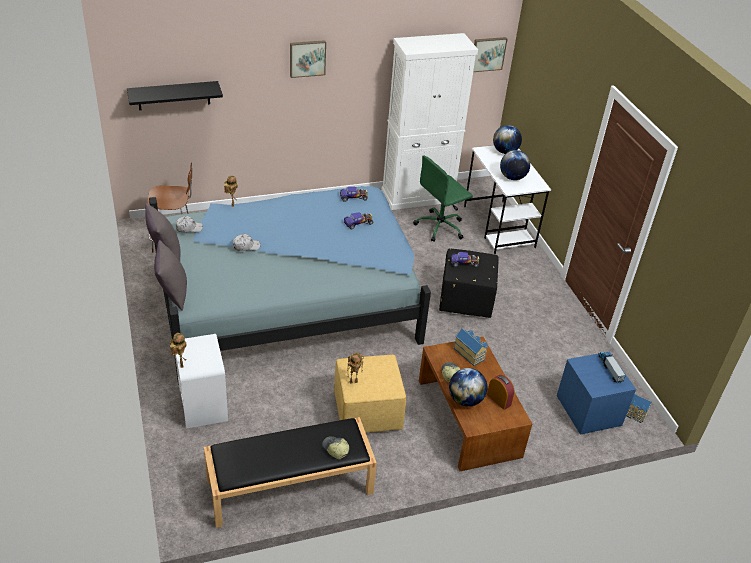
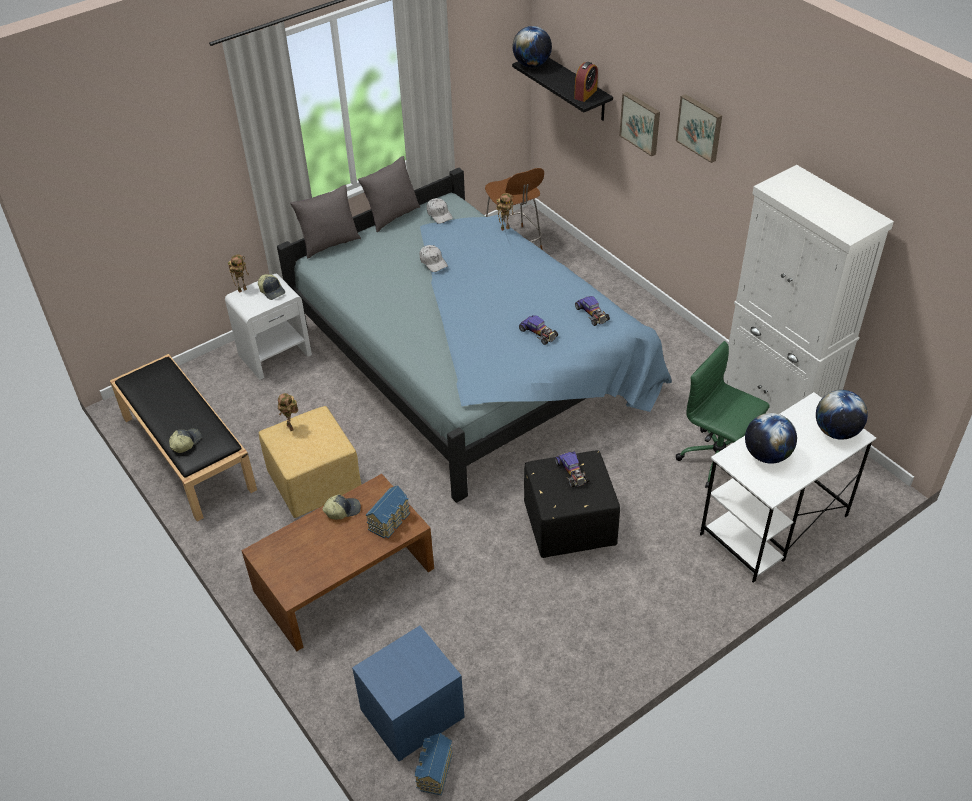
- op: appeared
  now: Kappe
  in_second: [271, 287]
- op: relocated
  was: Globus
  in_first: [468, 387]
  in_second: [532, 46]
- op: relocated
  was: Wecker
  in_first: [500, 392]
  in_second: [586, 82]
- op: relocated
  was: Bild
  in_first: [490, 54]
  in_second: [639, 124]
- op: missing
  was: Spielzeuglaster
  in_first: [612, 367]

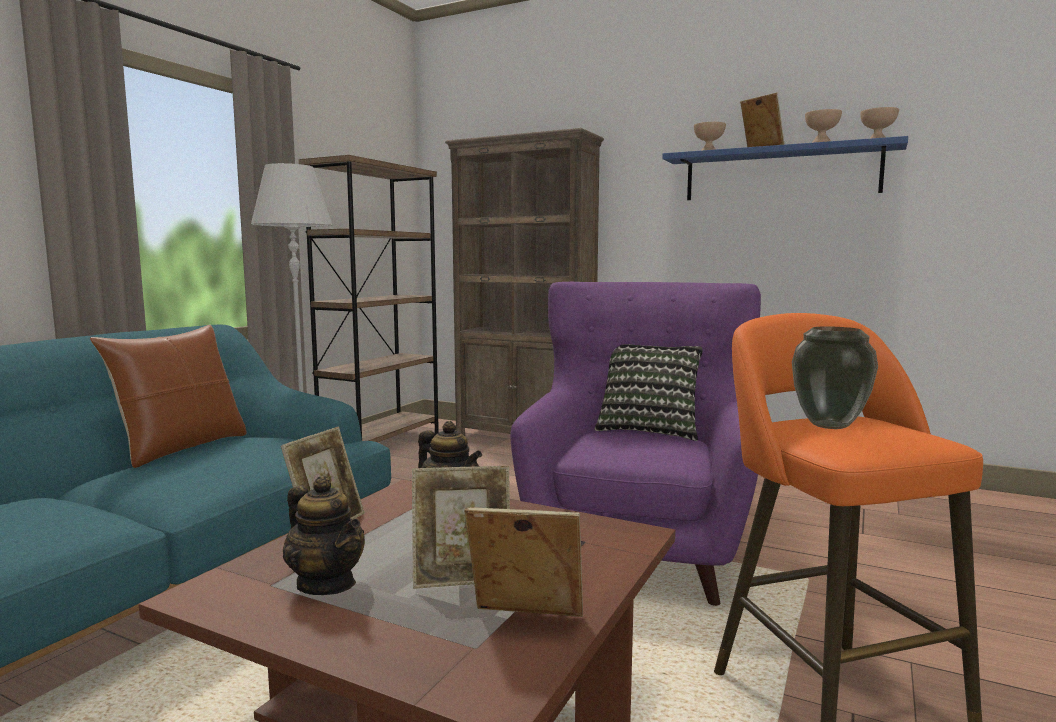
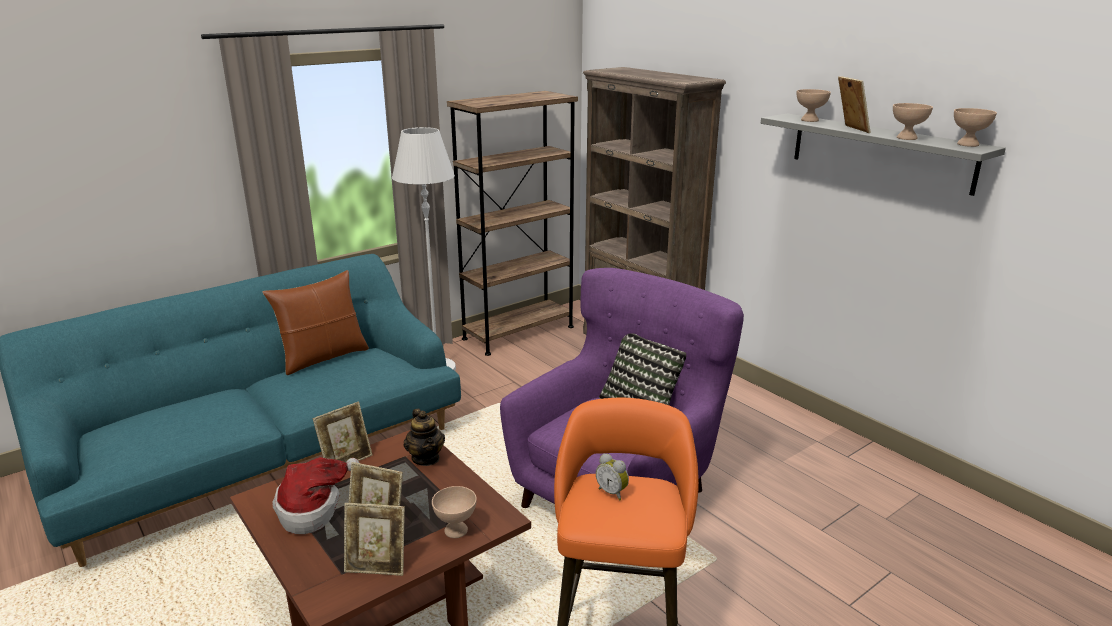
- op: exchanged
  was: Teekanne
  now: Hut
  in_first: [324, 535]
  in_second: [315, 495]
- op: spun
  was: Bilderrahmen
  in_first: [523, 562]
  in_second: [374, 539]
  clockwise: 150
- op: appeared
  now: Schüssel/beige
  in_second: [454, 512]
- op: exchanged
  was: Vase
  now: Wecker
  in_first: [835, 378]
  in_second: [612, 477]
- op: colour
  was: Wandregal/blau
  now: Wandregal/grau
  in_first: [785, 168]
  in_second: [883, 155]

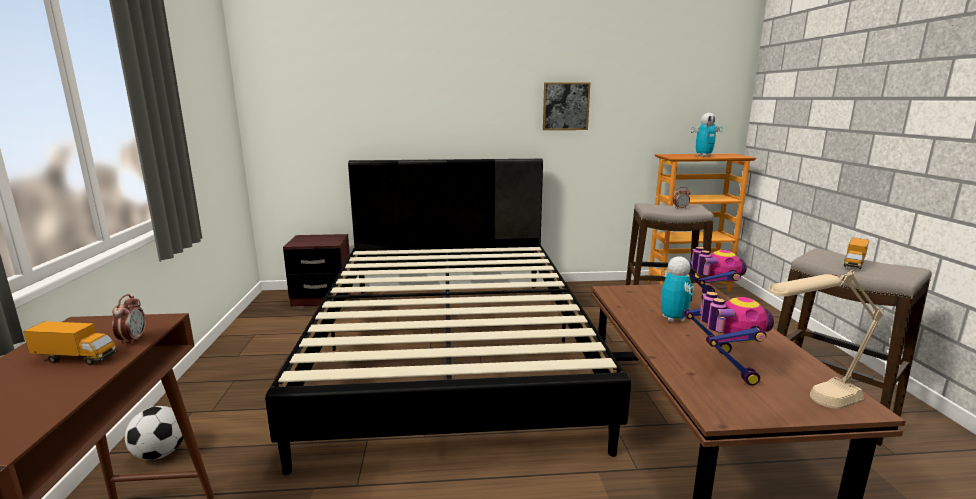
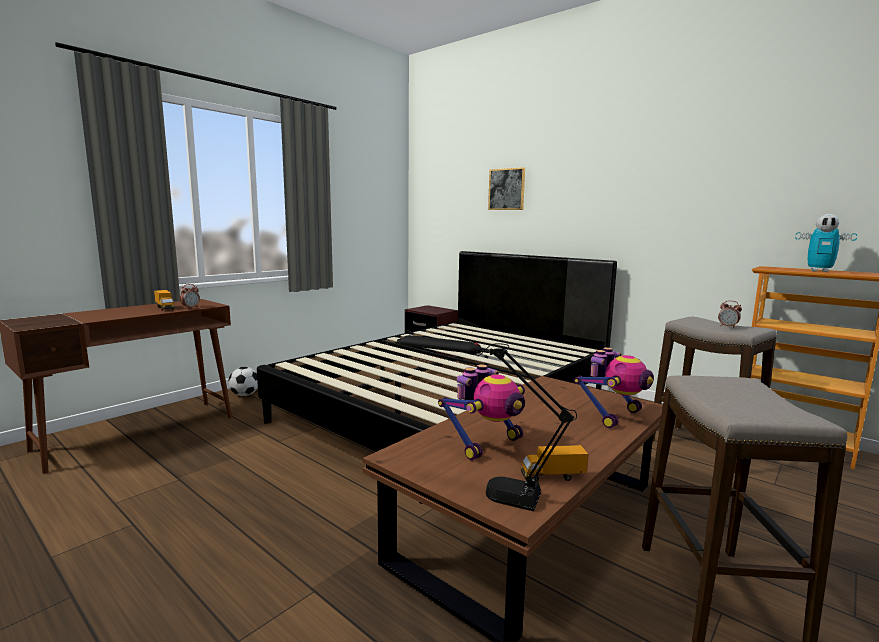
- op: colour
  was: Tischlampe/beige
  now: Tischlampe/schwarz
  in_first: [826, 339]
  in_second: [487, 423]
- op: relocated
  was: Bild
  in_first: [566, 106]
  in_second: [506, 188]
- op: relocated
  was: Spielzeuglaster
  in_first: [856, 253]
  in_second: [554, 463]
- op: missing
  was: Spielzeugroboter
  in_first: [677, 289]

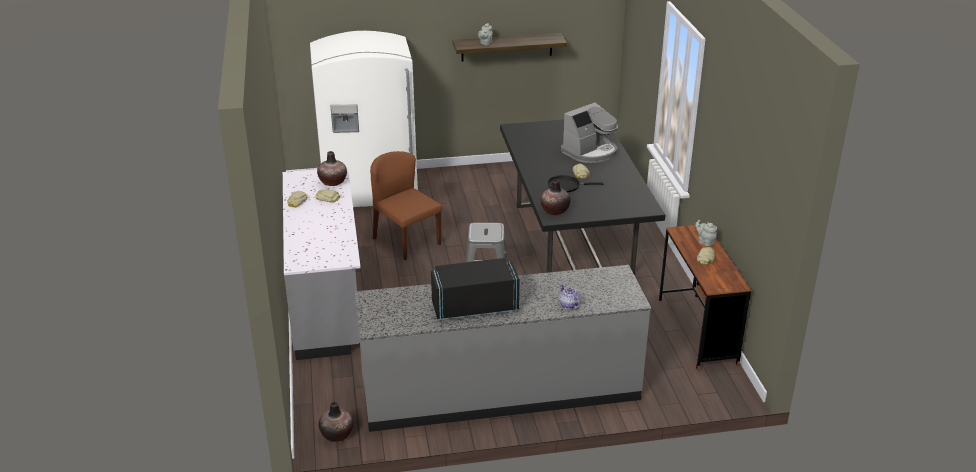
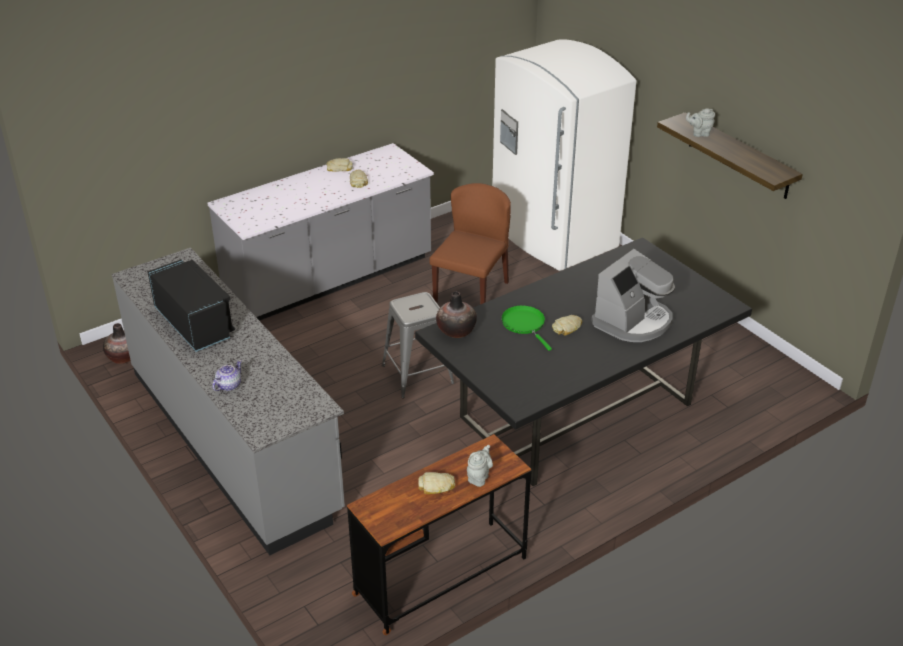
- op: colour
  was: Pfanne/schwarz
  now: Pfanne/grün
  in_first: [575, 183]
  in_second: [526, 328]
- op: spun
  was: Kaffeemaschine
  in_first: [589, 133]
  in_second: [633, 295]
  clockwise: -75
- op: missing
  was: Vase
  in_first: [332, 168]

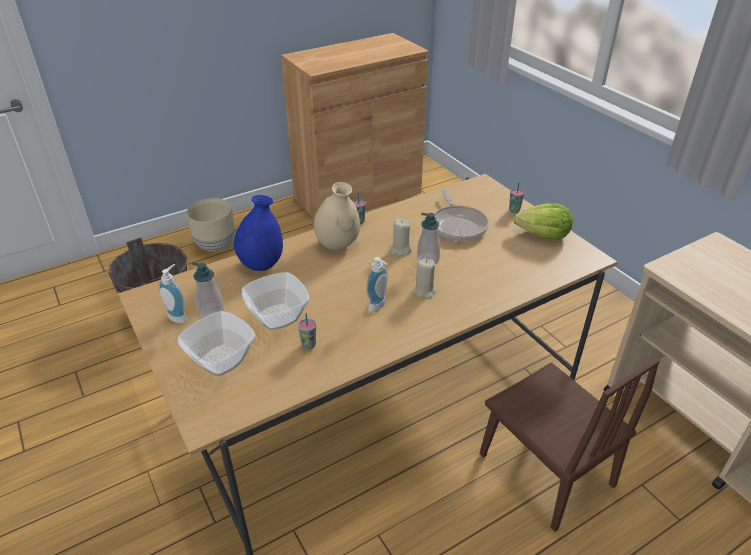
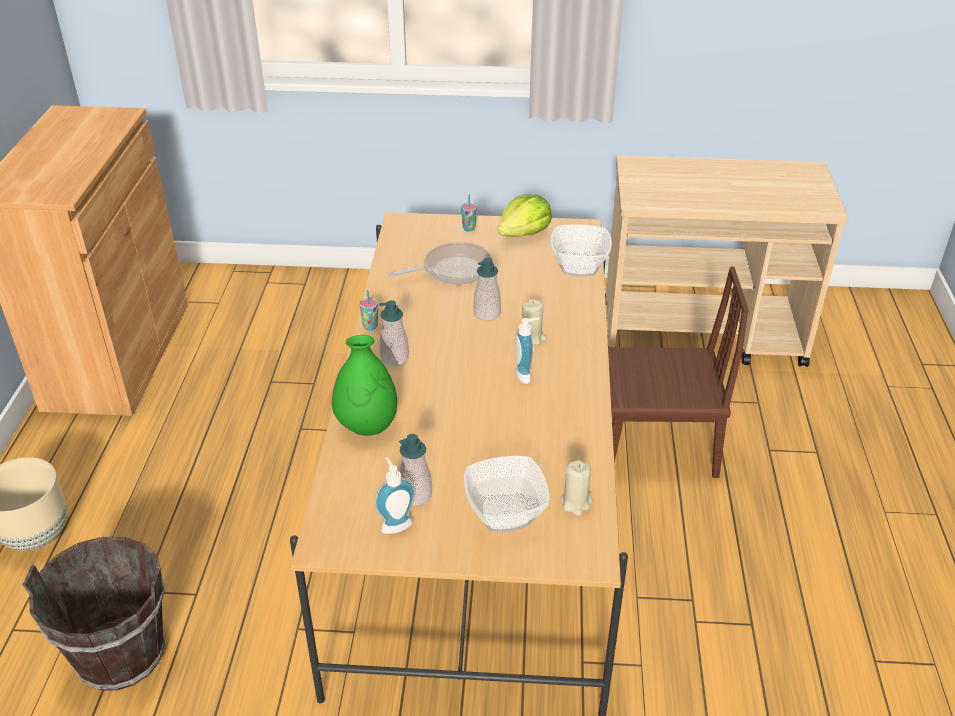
- op: colour
  was: Vase/blau
  now: Vase/grün
  in_first: [258, 233]
  in_second: [364, 385]
- op: exchanged
  was: Vase/beige
  now: Seifenspender
  in_first: [337, 216]
  in_second: [394, 333]
- op: spun
  was: Pfanne
  in_first: [461, 215]
  in_second: [440, 263]
  clockwise: -45
- op: relocated
  was: Schüssel
  in_first: [275, 301]
  in_second: [581, 250]
- op: relocated
  was: Kerze/beige
  in_first: [401, 237]
  in_second: [576, 488]
- op: missing
  was: Tasse
  in_first: [307, 331]

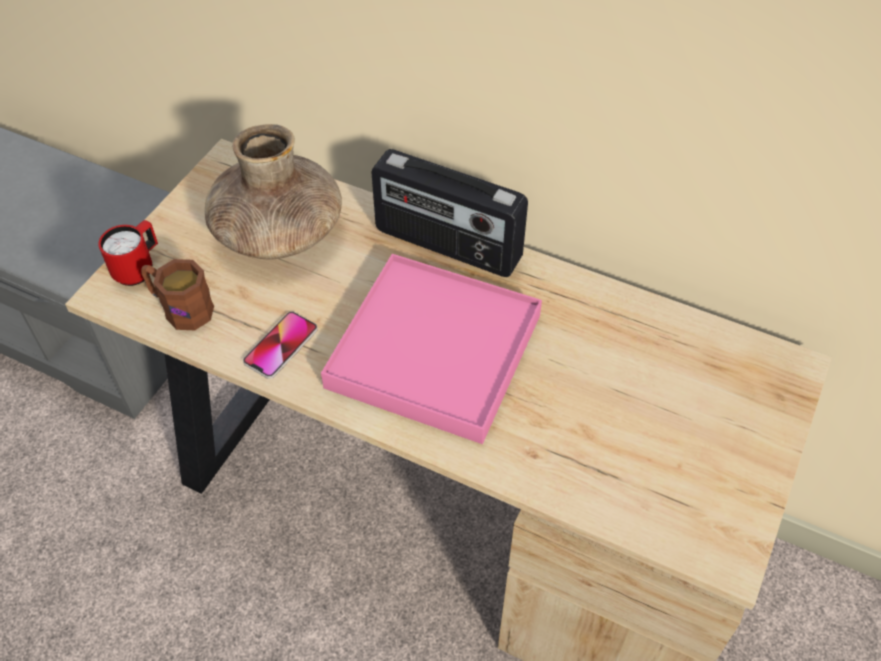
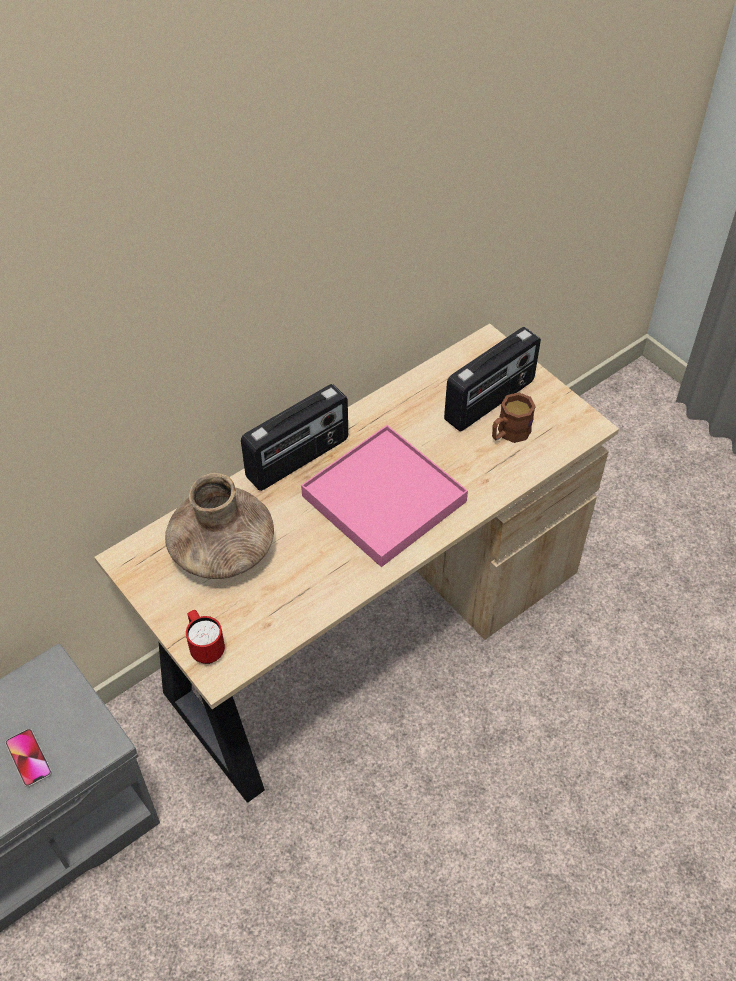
- op: relocated
  was: Handy
  in_first: [280, 345]
  in_second: [28, 758]
- op: appeared
  now: Radio
  in_second: [492, 379]
- op: relocated
  was: Henkelbecher/braun
  in_first: [177, 294]
  in_second: [514, 417]

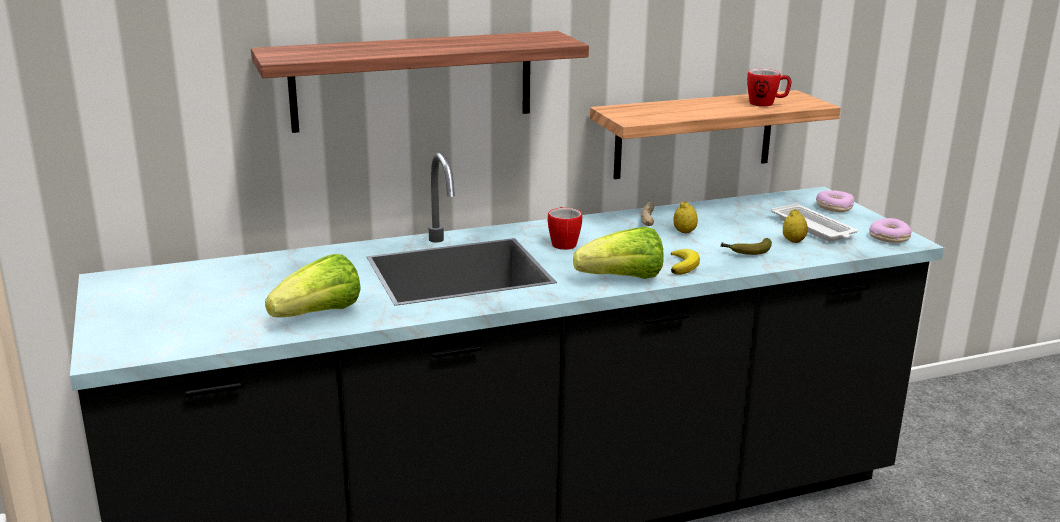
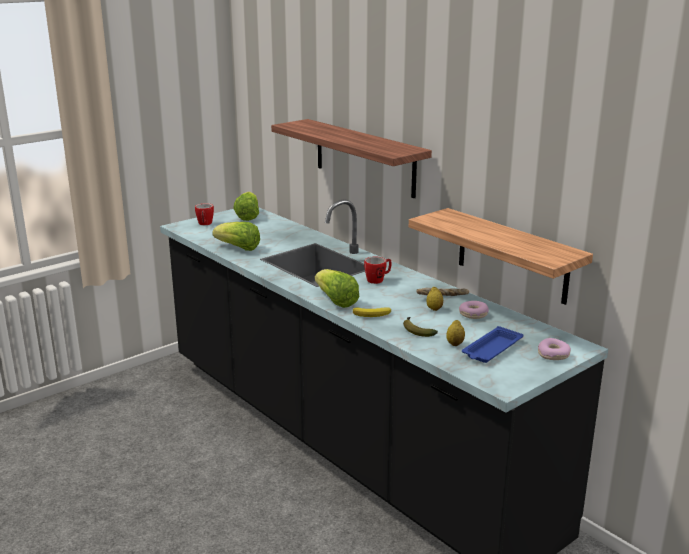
- op: relocated
  was: Henkelbecher
  in_first: [769, 88]
  in_second: [204, 214]
- op: appeared
  now: Salatkopf
  in_second: [246, 206]
- op: relocated
  was: Donut
  in_first: [890, 230]
  in_second: [474, 310]
- op: colour
  was: Tablett/weiß
  now: Tablett/blau
  in_first: [814, 222]
  in_second: [492, 344]

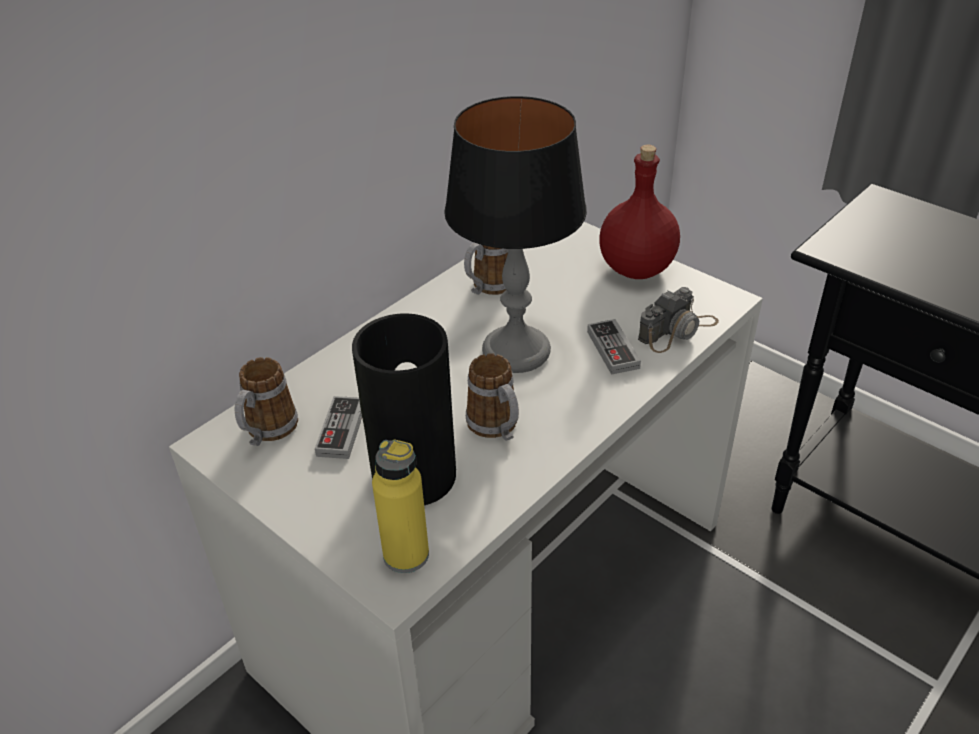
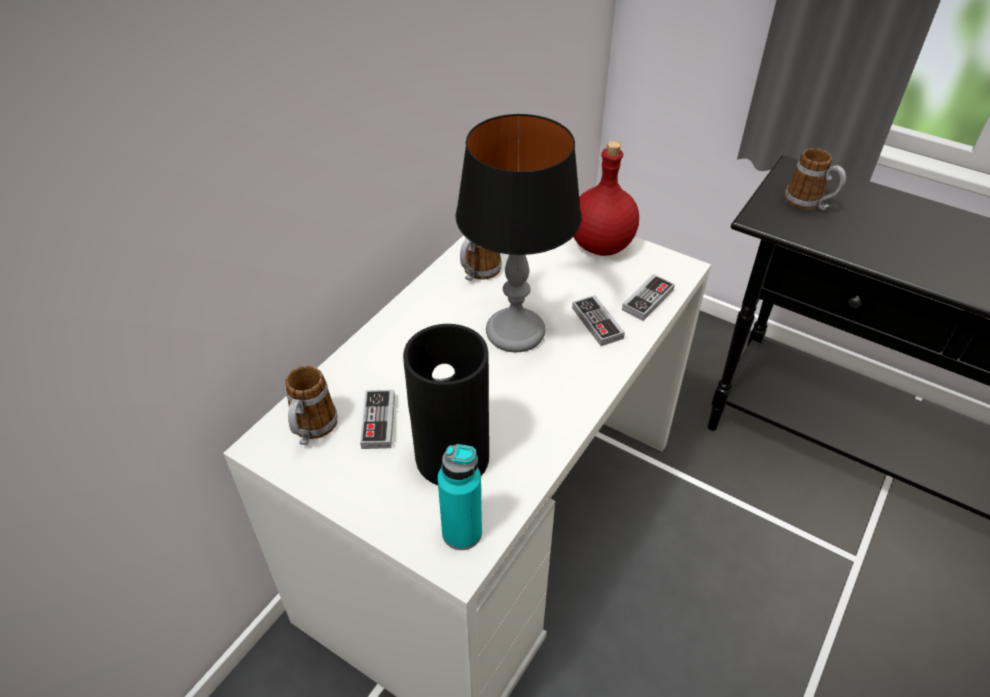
- op: colour
  was: Flasche/gelb
  now: Flasche/türkis
  in_first: [400, 506]
  in_second: [459, 497]
- op: exchanged
  was: Kamera
  now: Gamepad
  in_first: [678, 320]
  in_second: [648, 297]
- op: relocated
  was: Henkelbecher
  in_first: [492, 397]
  in_second: [815, 179]

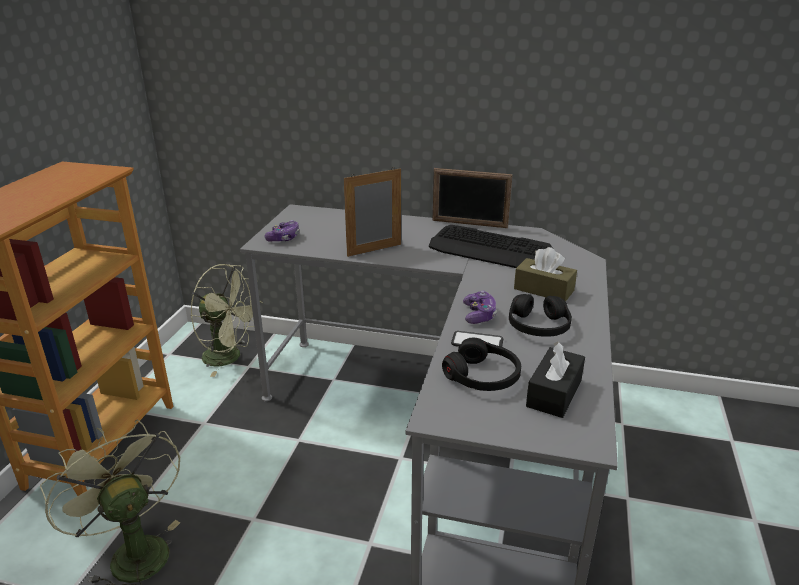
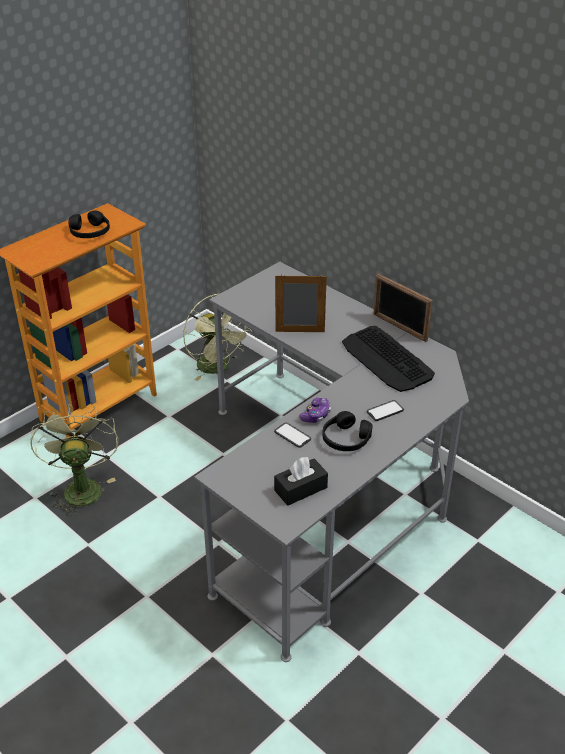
- op: relocated
  was: Kopfhörer/schwarz
  in_first: [481, 364]
  in_second: [89, 224]
- op: exchanged
  was: Taschentuchbox/braun
  now: Handy
  in_first: [545, 274]
  in_second: [385, 410]
- op: missing
  was: Gamepad
  in_first: [281, 231]

